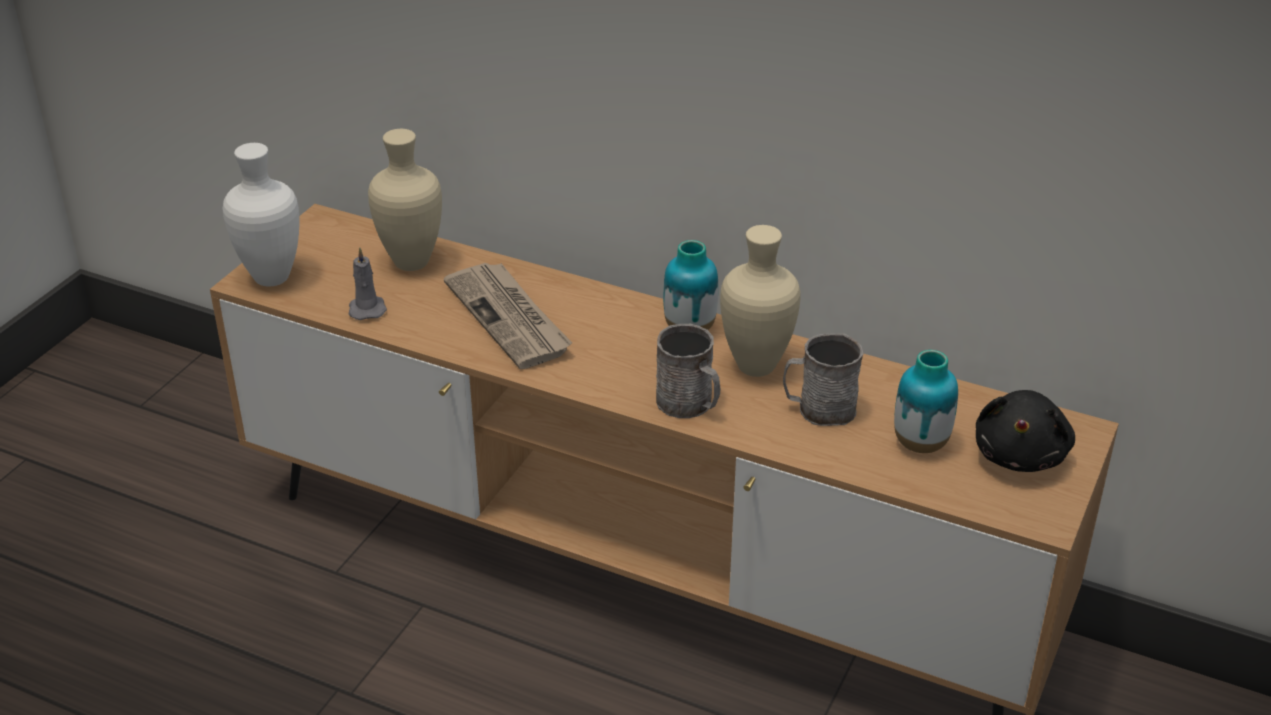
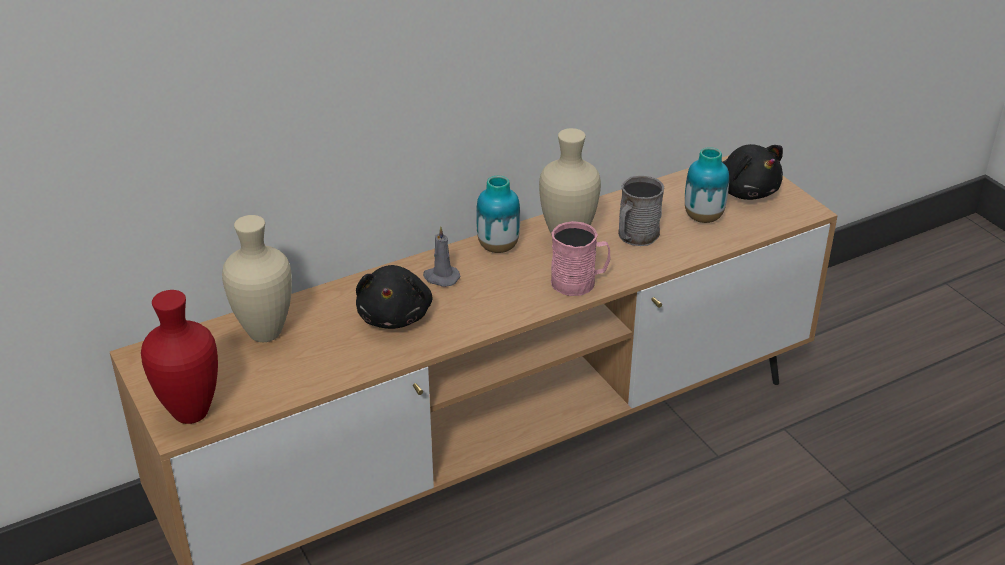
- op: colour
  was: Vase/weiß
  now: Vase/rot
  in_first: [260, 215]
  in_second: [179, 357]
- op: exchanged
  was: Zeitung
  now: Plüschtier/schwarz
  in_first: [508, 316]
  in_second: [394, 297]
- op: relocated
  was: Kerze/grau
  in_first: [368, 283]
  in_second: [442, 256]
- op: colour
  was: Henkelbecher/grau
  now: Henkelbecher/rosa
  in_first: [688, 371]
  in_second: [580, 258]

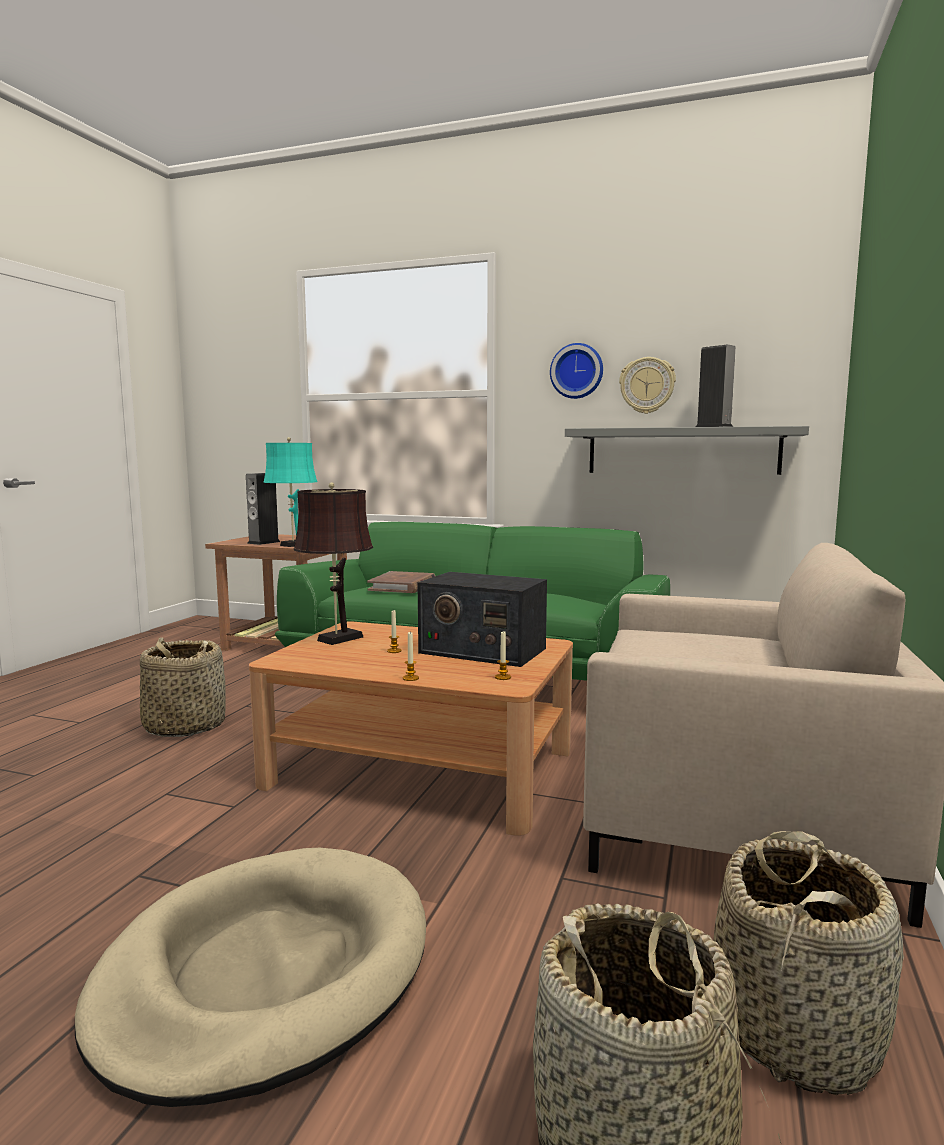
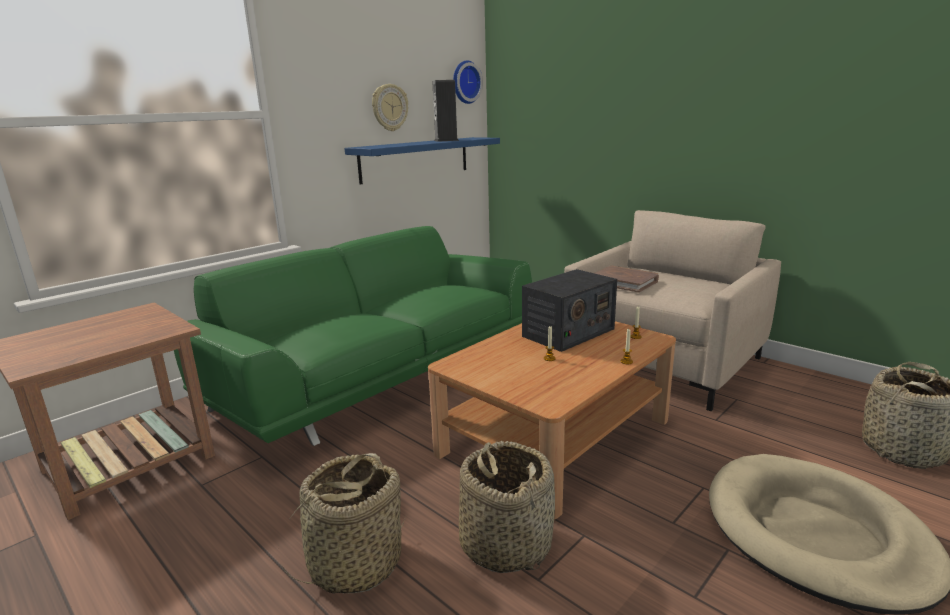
- op: colour
  was: Wandregal/grau
  now: Wandregal/blau
  in_first: [687, 450]
  in_second: [422, 160]
- op: relocated
  was: Wanduhr
  in_first: [576, 371]
  in_second: [468, 82]
- op: relocated
  was: Korb
  in_first: [808, 963]
  in_second: [507, 507]
- op: relocated
  was: Buch/braun
  in_first: [401, 582]
  in_second: [627, 279]
- op: missing
  was: Lautsprecher
  in_first: [263, 509]
- op: missing
  was: Tischlampe/türkis
  in_first: [291, 492]
- op: missing
  was: Tischlampe/braun
  in_first: [333, 563]

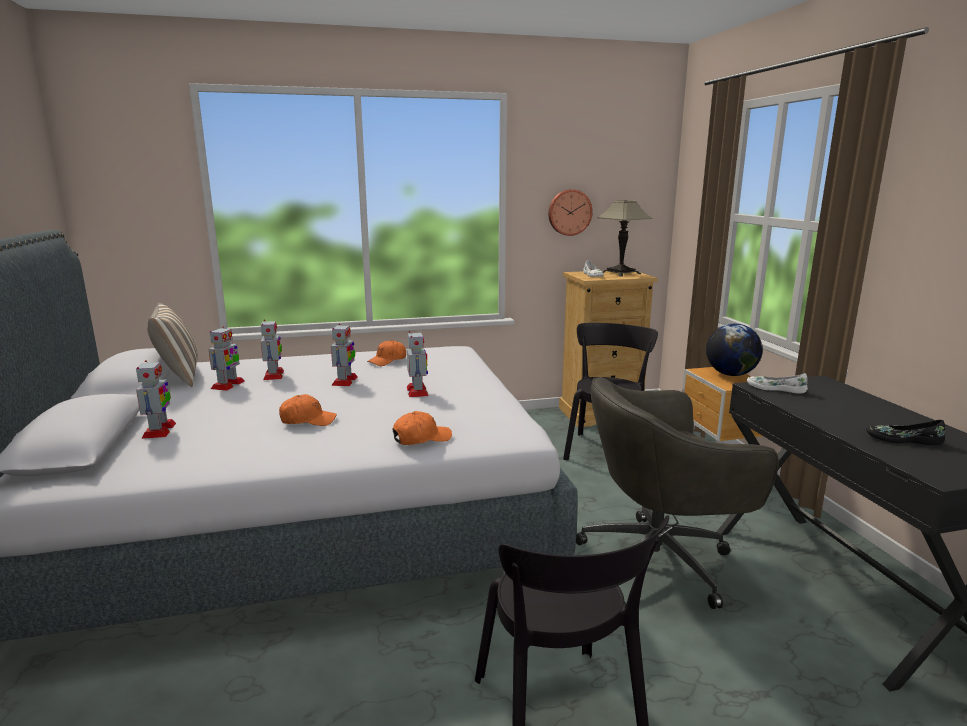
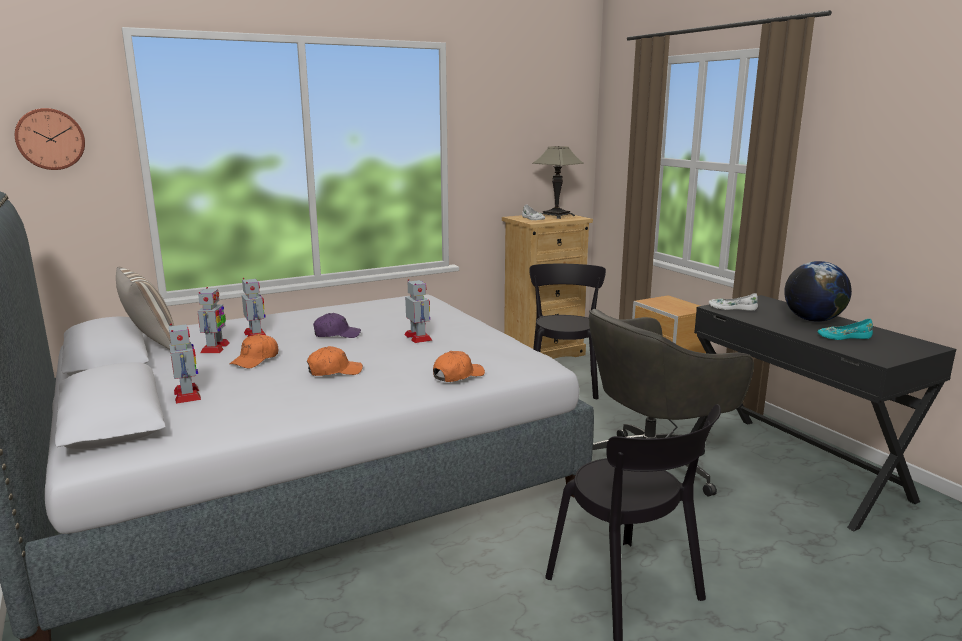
- op: relocated
  was: Wanduhr
  in_first: [570, 212]
  in_second: [50, 139]
- op: relocated
  was: Kappe/orange
  in_first: [386, 353]
  in_second: [253, 351]
- op: exchanged
  was: Spielzeugroboter
  now: Kappe/lila
  in_first: [344, 354]
  in_second: [337, 325]
- op: relocated
  was: Globus
  in_first: [734, 349]
  in_second: [818, 291]
- op: colour
  was: Schuh/schwarz
  now: Schuh/türkis
  in_first: [905, 432]
  in_second: [845, 329]

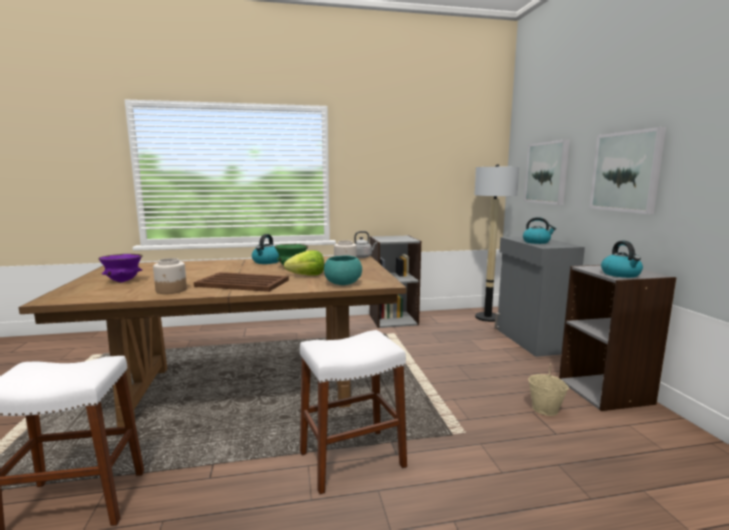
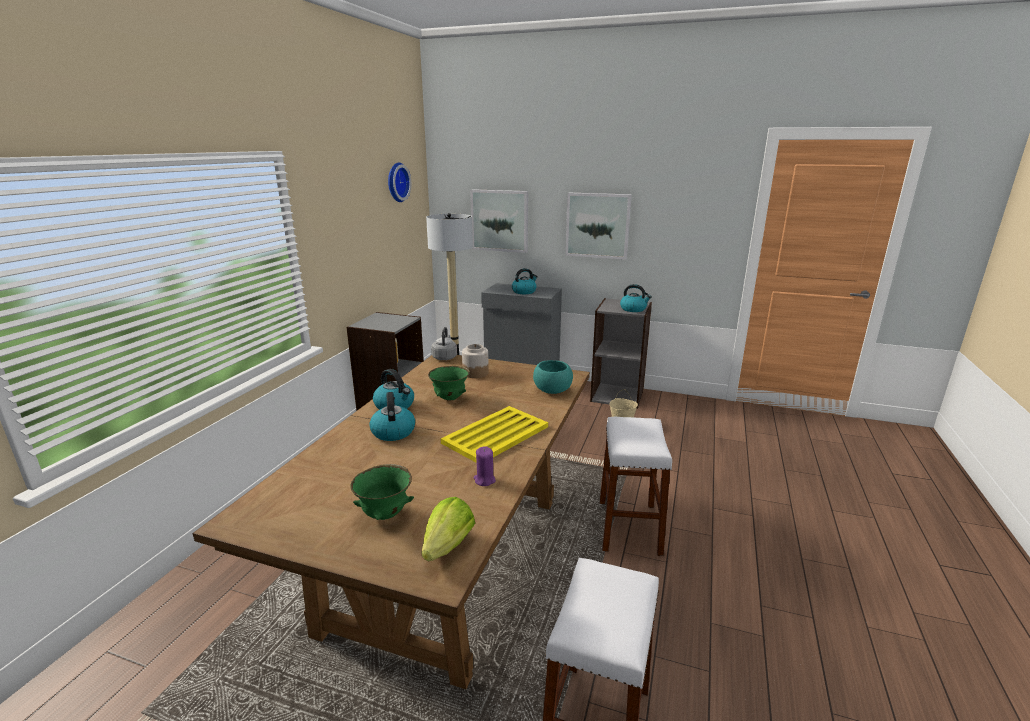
- op: colour
  was: Schüssel/lila
  now: Schüssel/grün
  in_first: [120, 268]
  in_second: [382, 492]
- op: appeared
  now: Wasserkessel
  in_second: [392, 416]
- op: appeared
  now: Wanduhr
  in_second: [399, 182]
- op: relocated
  was: Salatkopf
  in_first: [304, 263]
  in_second: [448, 529]
- op: colour
  was: Tablett/braun
  now: Tablett/gelb
  in_first: [241, 282]
  in_second: [494, 434]
- op: exchanged
  was: Vorratsglas
  now: Kerze/lila
  in_first: [170, 276]
  in_second: [484, 466]

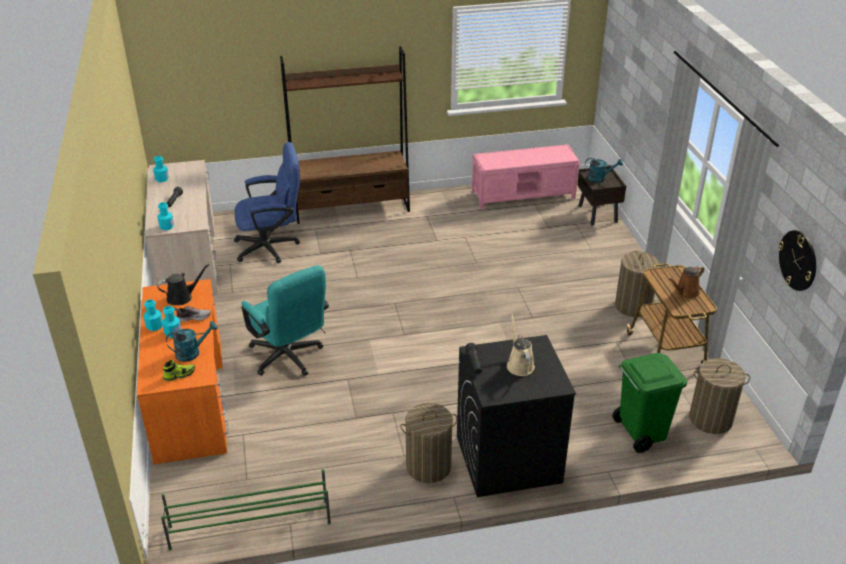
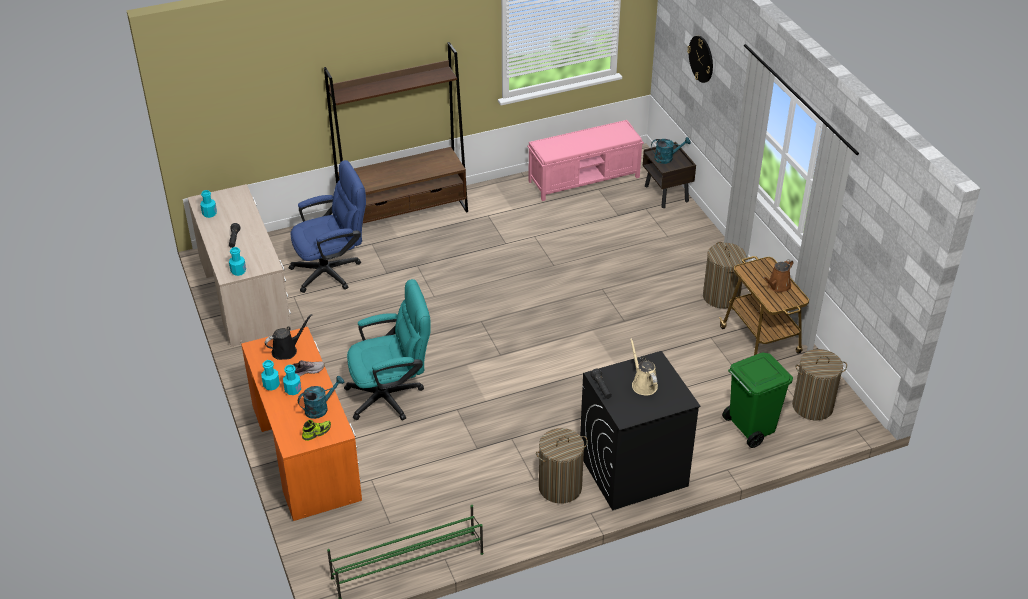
- op: spun
  was: Bürostuhl/türkis
  in_first: [285, 320]
  in_second: [387, 349]
  clockwise: -60
- op: relocated
  was: Wanduhr
  in_first: [797, 260]
  in_second: [700, 59]

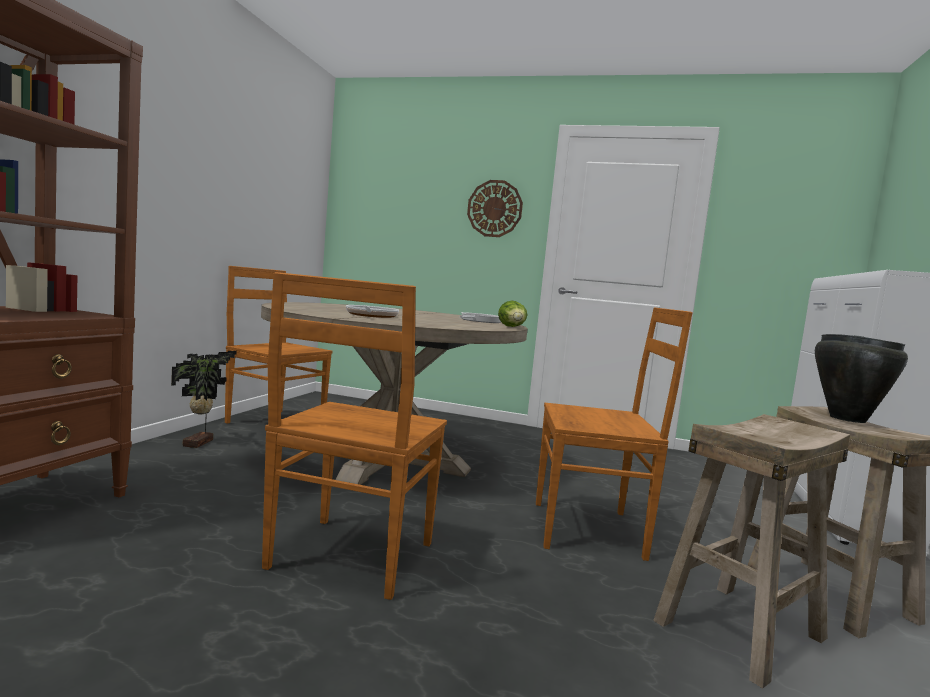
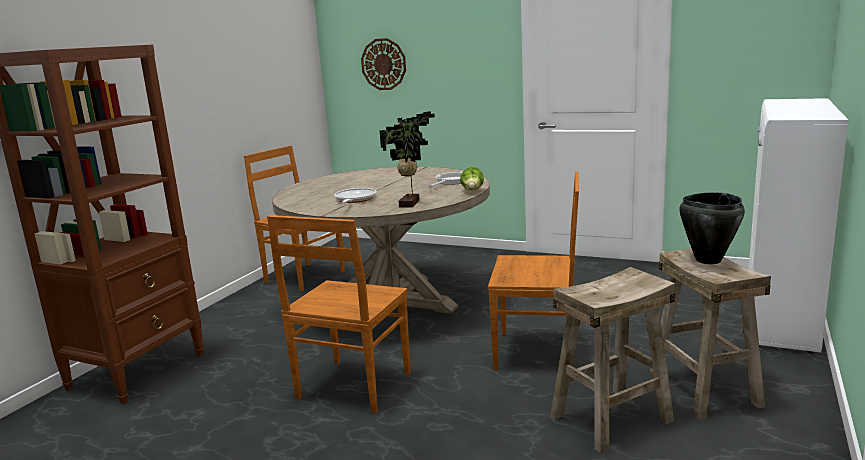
- op: relocated
  was: Wanduhr
  in_first: [495, 208]
  in_second: [383, 64]
- op: relocated
  was: Topfpflanze
  in_first: [204, 399]
  in_second: [407, 159]

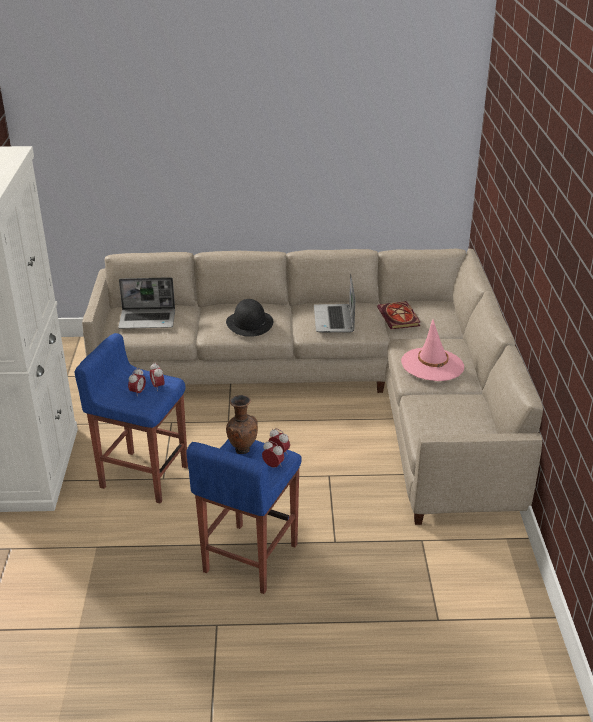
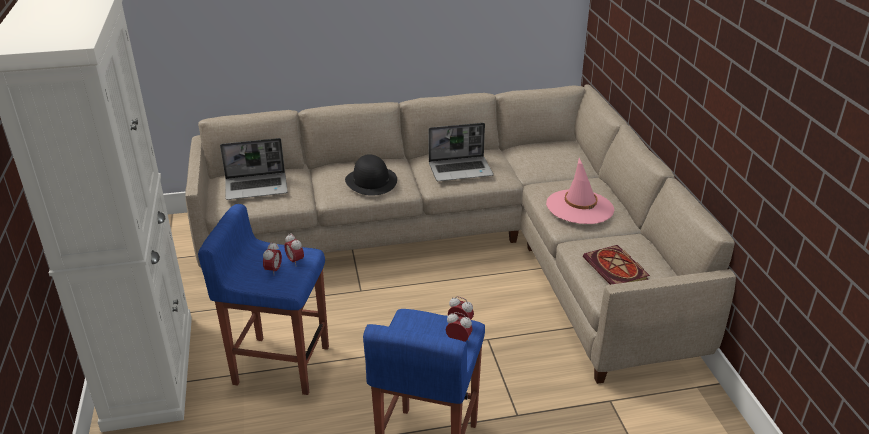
- op: spun
  was: Laptop
  in_first: [334, 303]
  in_second: [461, 152]
  clockwise: -90
- op: relocated
  was: Buch
  in_first: [399, 315]
  in_second: [616, 265]
- op: missing
  was: Vase/braun
  in_first: [242, 424]

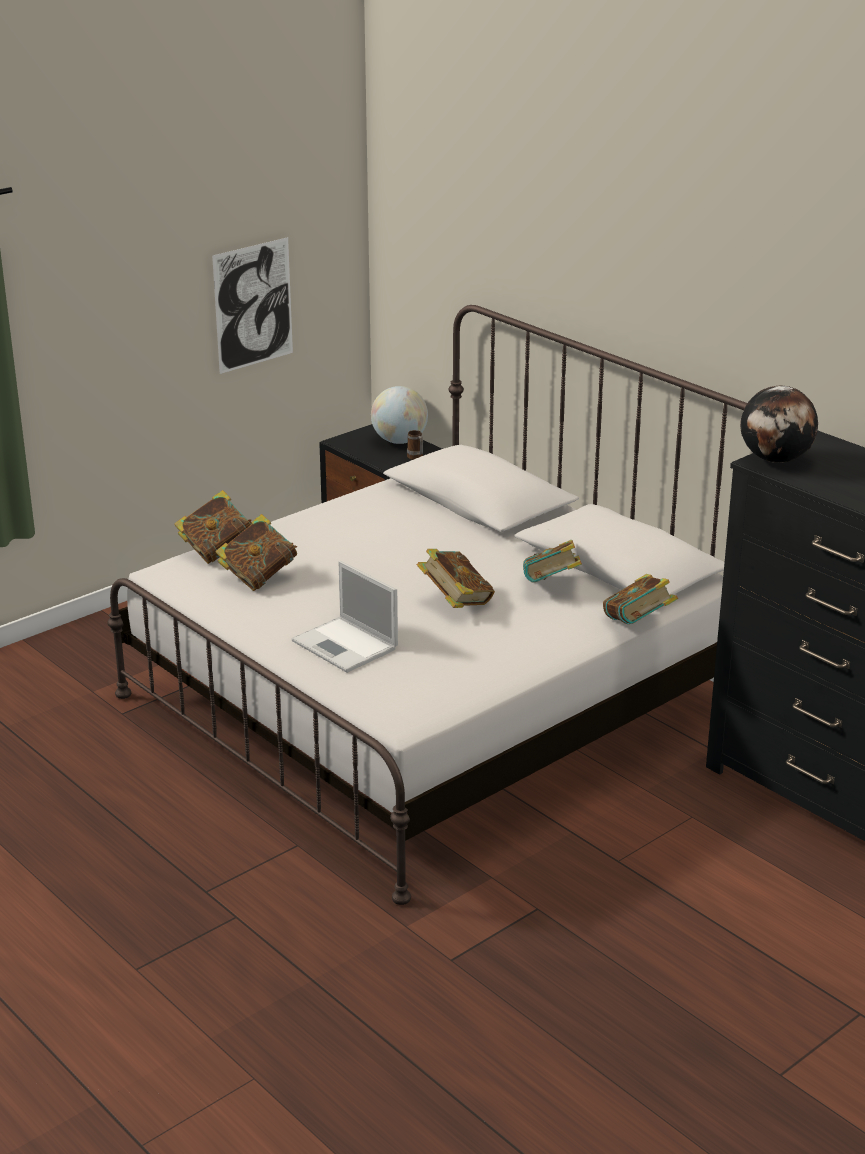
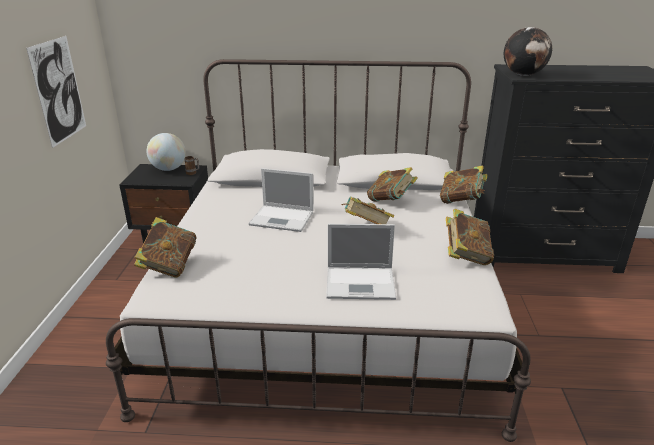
- op: appeared
  now: Laptop
  in_second: [281, 200]
- op: relocated
  was: Buch
  in_first: [256, 552]
  in_second: [470, 236]

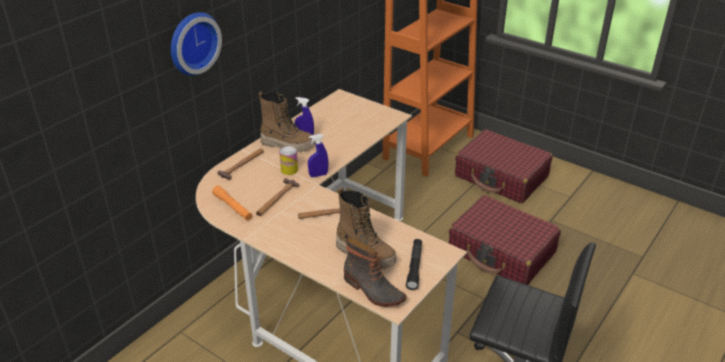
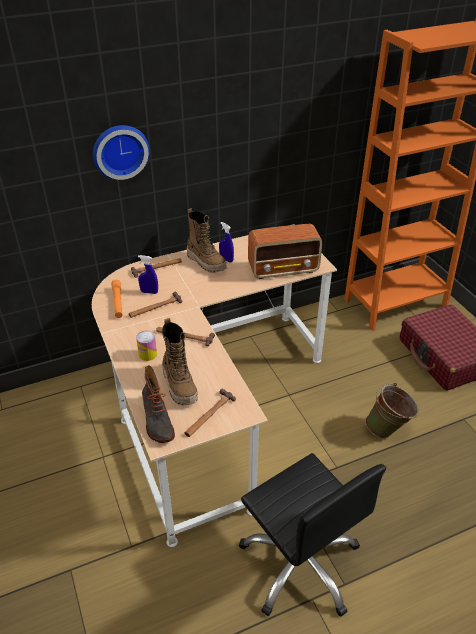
- op: relocated
  was: Dose
  in_first: [288, 160]
  in_second: [146, 345]
- op: relocated
  was: Sprühflasche/blau
  in_first: [318, 155]
  in_second: [148, 274]
- op: exchanged
  was: Taschenlampe/schwarz
  now: Hammer
  in_first: [414, 264]
  in_second: [210, 413]
- op: appeared
  now: Radio
  in_second: [285, 251]
- op: exchanged
  was: Koffer/rot
  now: Eimer/grün
  in_first: [505, 240]
  in_second: [392, 411]

